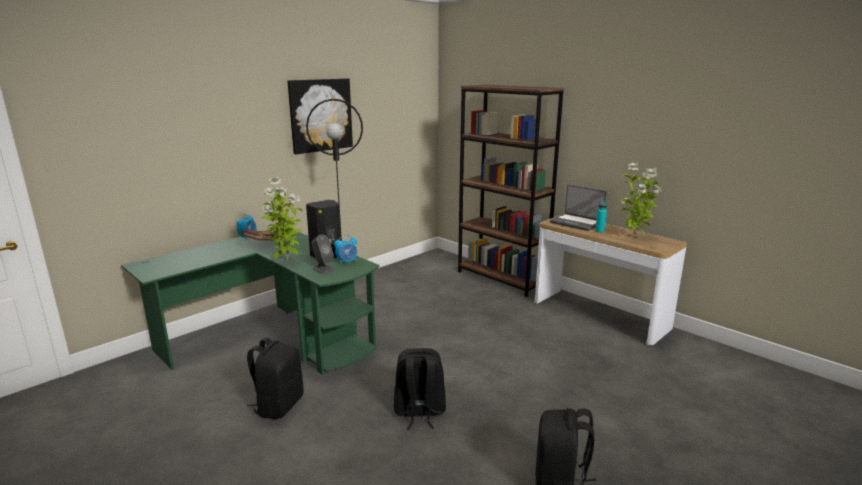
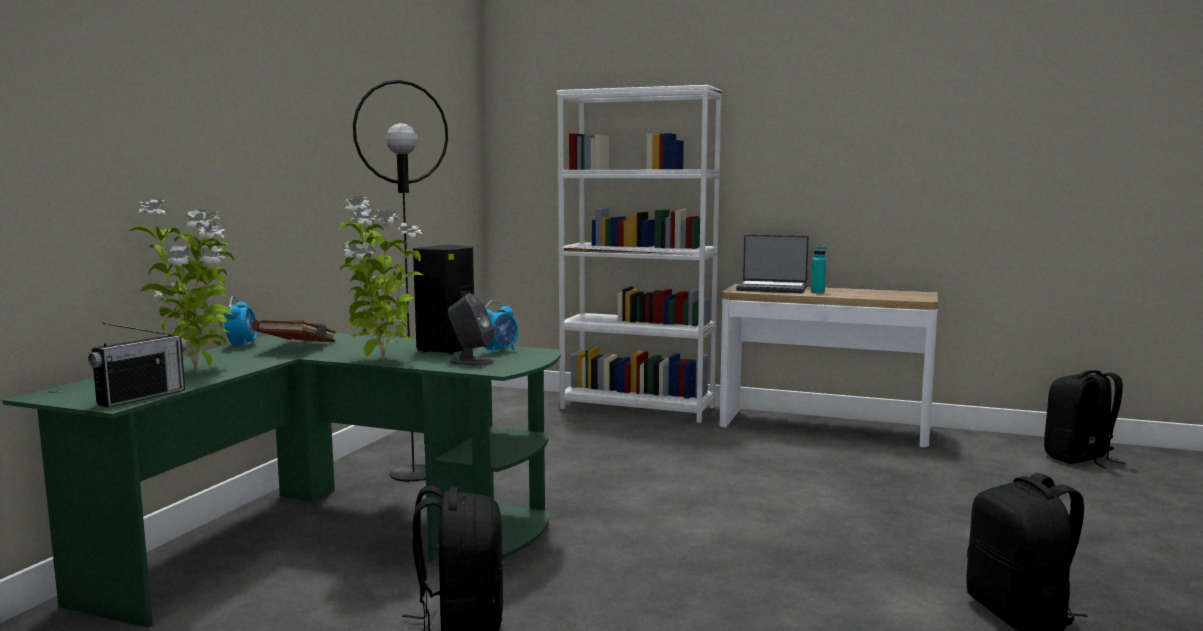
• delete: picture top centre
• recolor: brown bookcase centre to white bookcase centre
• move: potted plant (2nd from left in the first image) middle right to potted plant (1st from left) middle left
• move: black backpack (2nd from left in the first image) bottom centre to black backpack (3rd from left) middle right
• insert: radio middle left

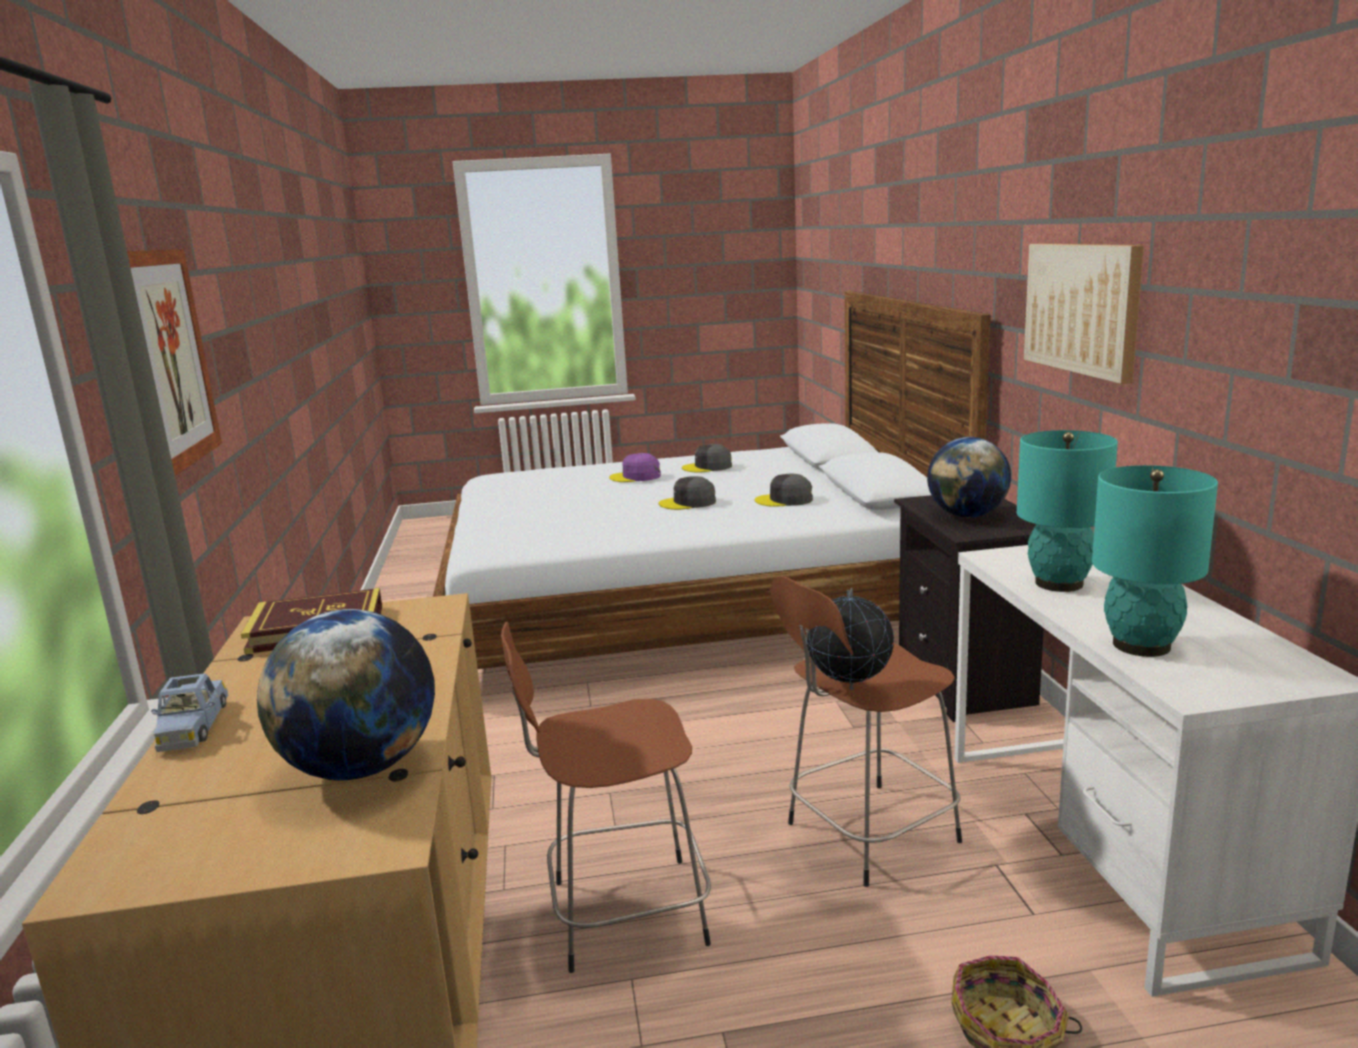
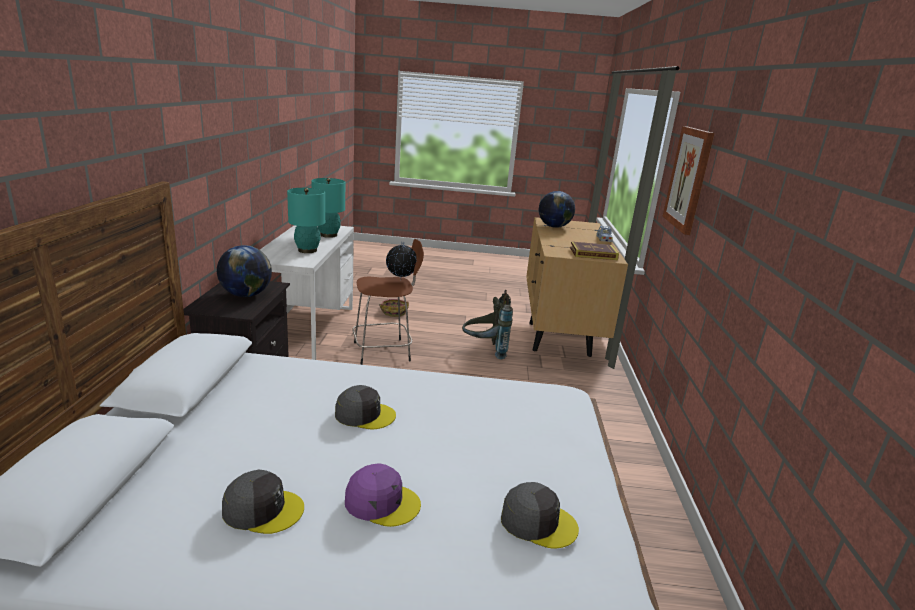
• delete: picture (2nd from left) top right
• move: grey cap (3rd from left) centre to bottom centre
• replace: brown stool (1st from left) bottom centre to grey backpack centre

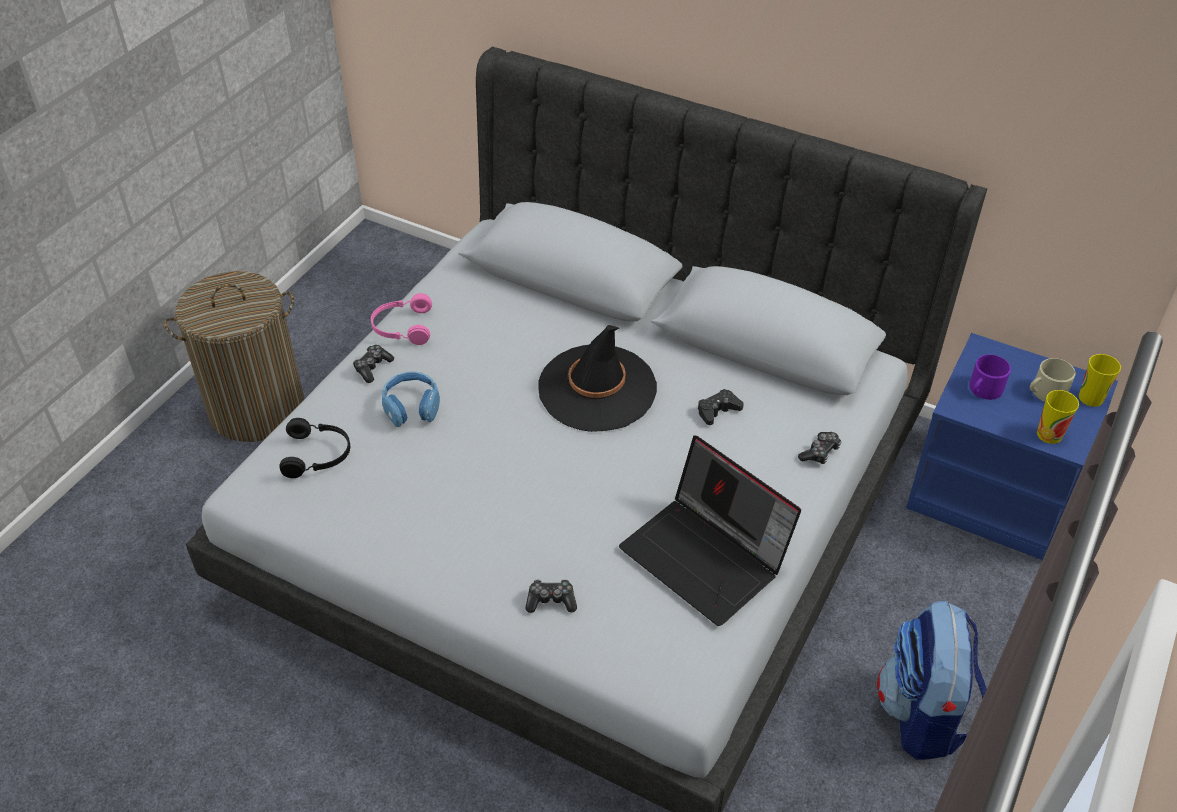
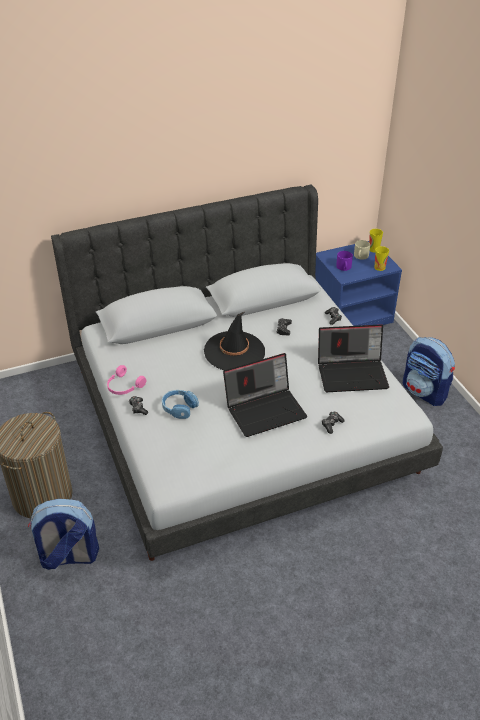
• delete: black headphones middle left
• insert: laptop (1st from left) centre
• insert: backpack (1st from left) bottom left

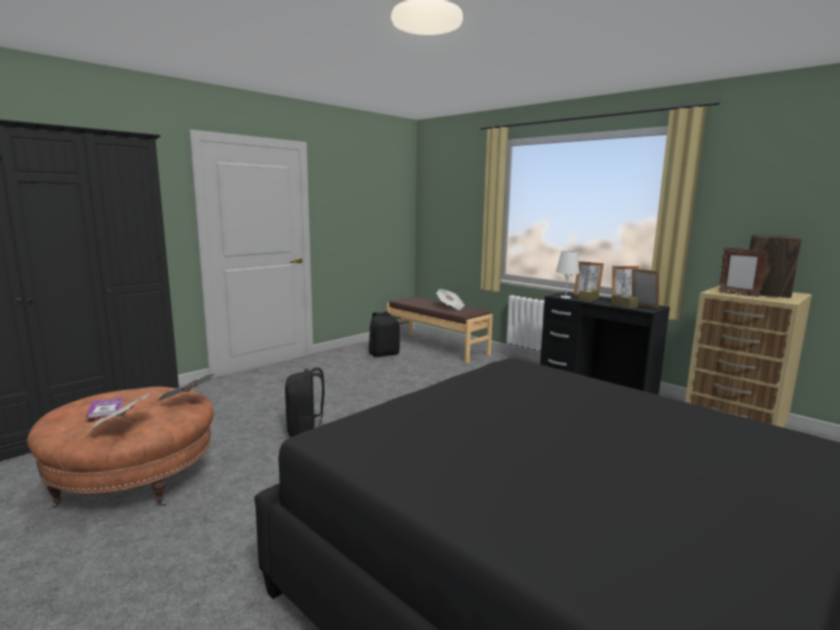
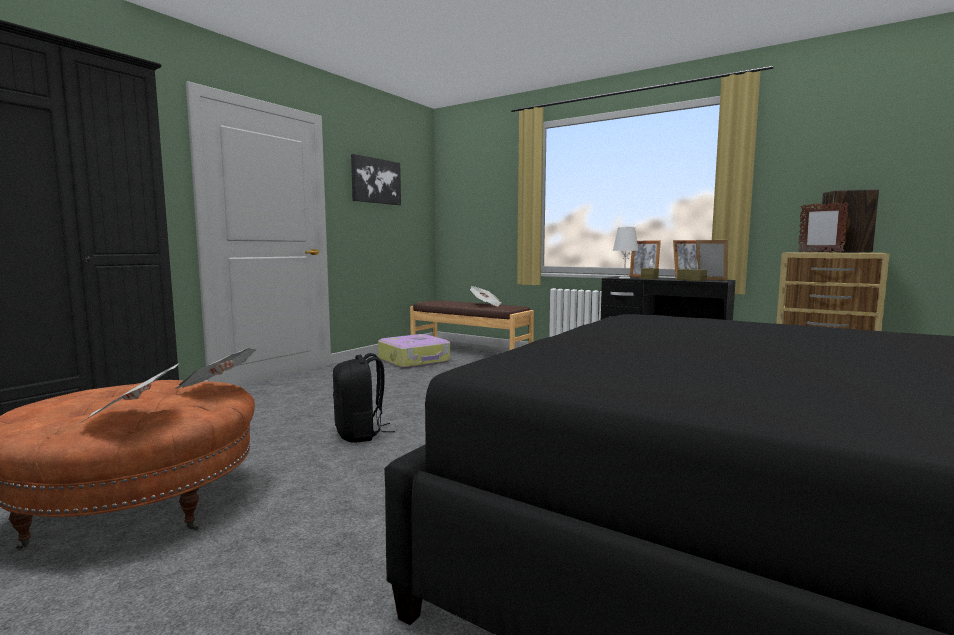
• replace: black backpack (2nd from left) centre to suitcase centre
• delete: book middle left
• insert: picture top centre

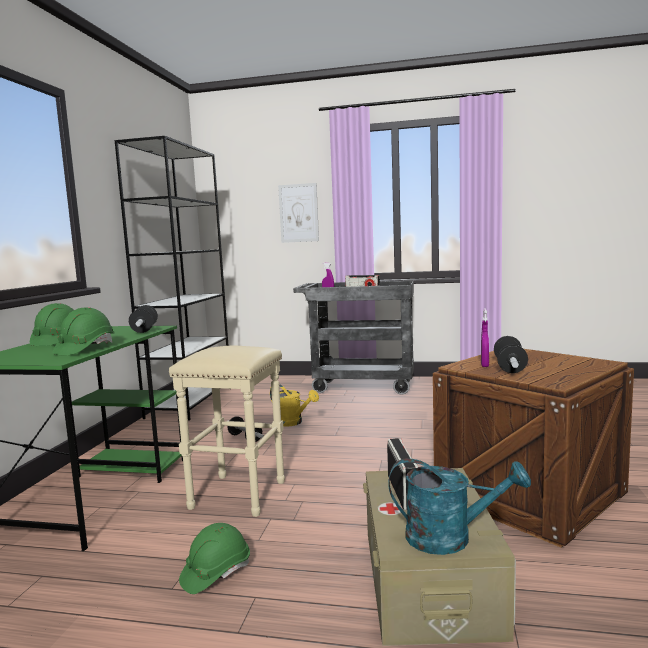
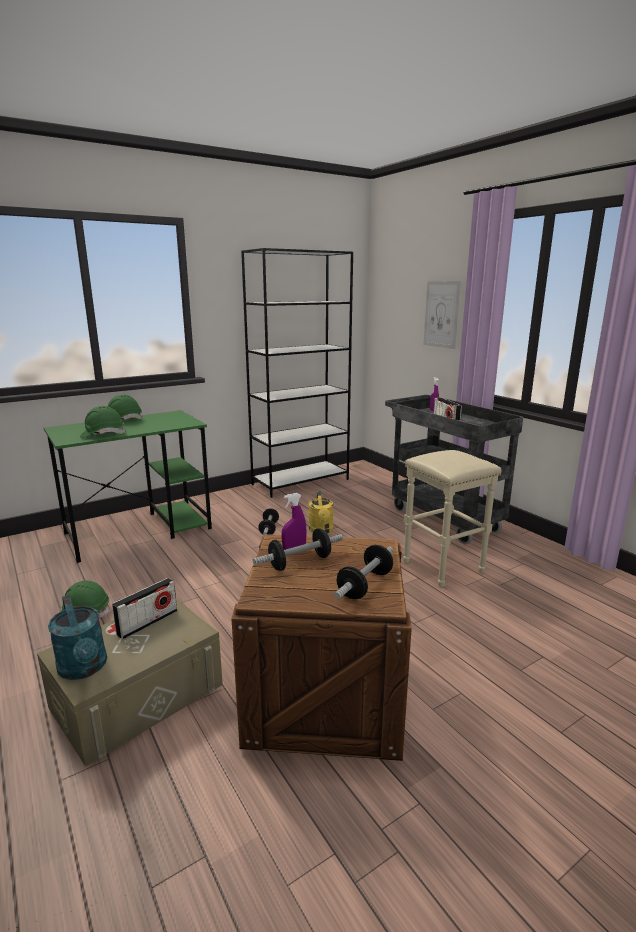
• move: dumbbell (1st from left in the first image) middle left to dumbbell (3rd from left) centre
• move: beige stool centre to middle right

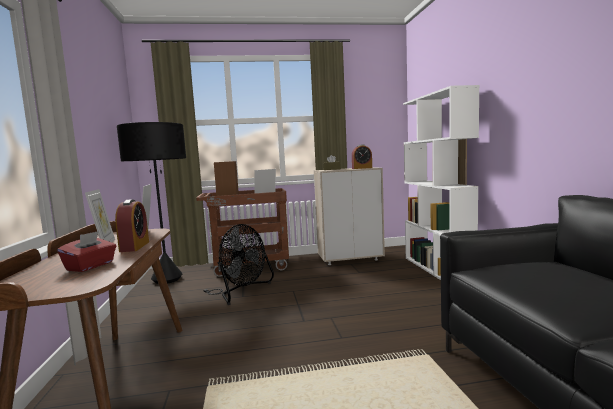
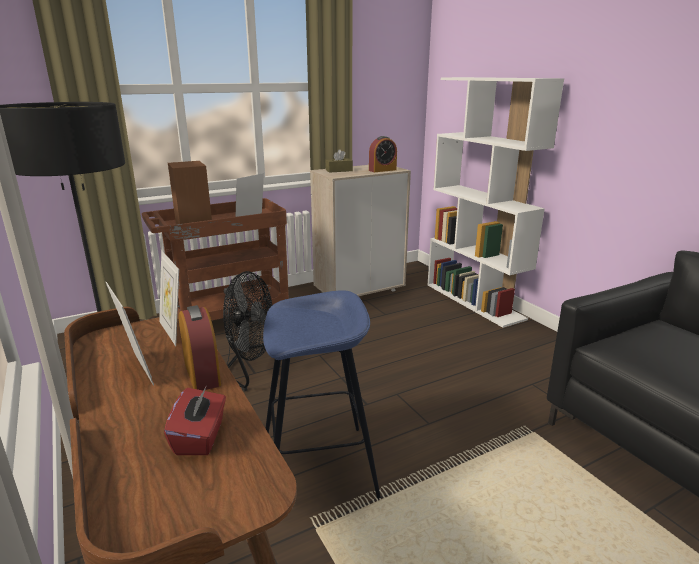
• insert: blue stool bottom centre

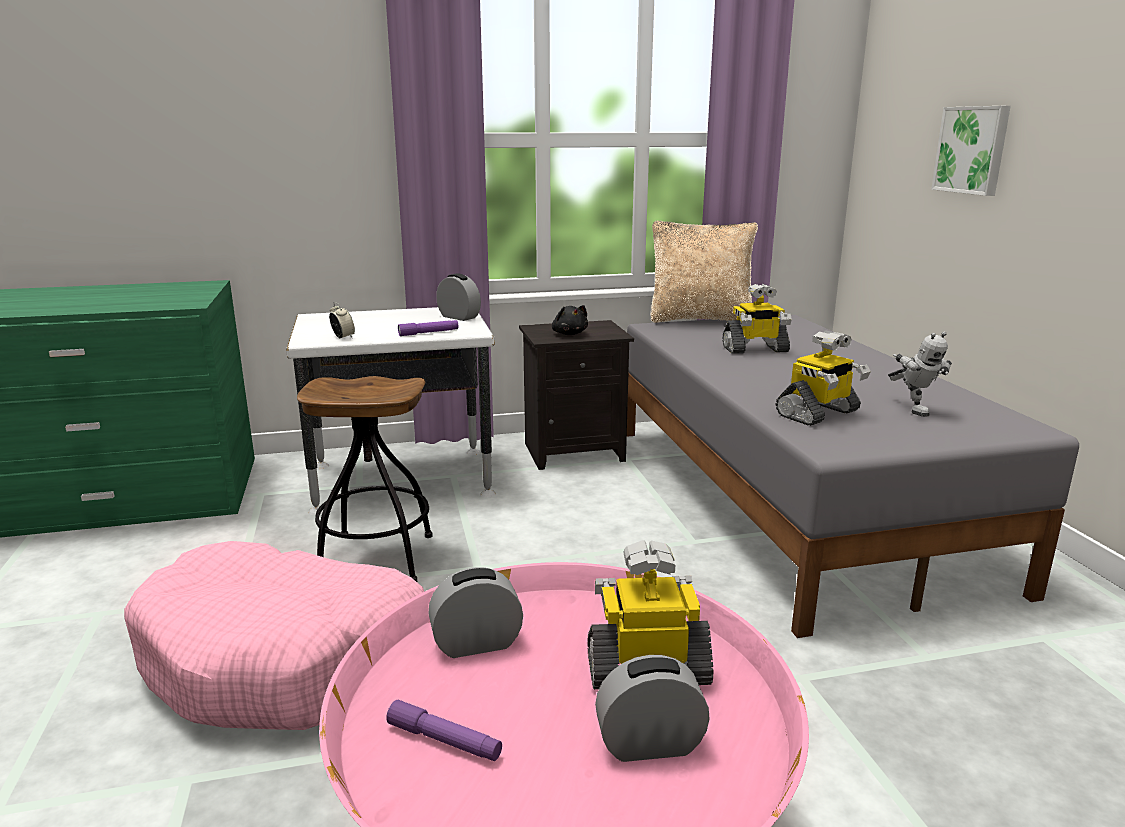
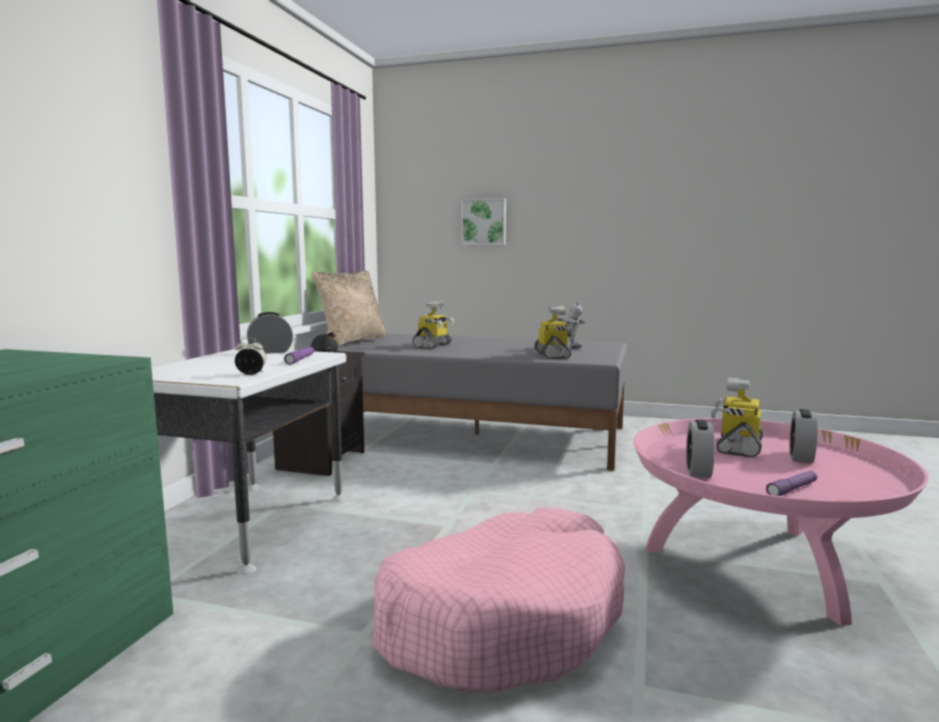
• delete: brown stool middle left

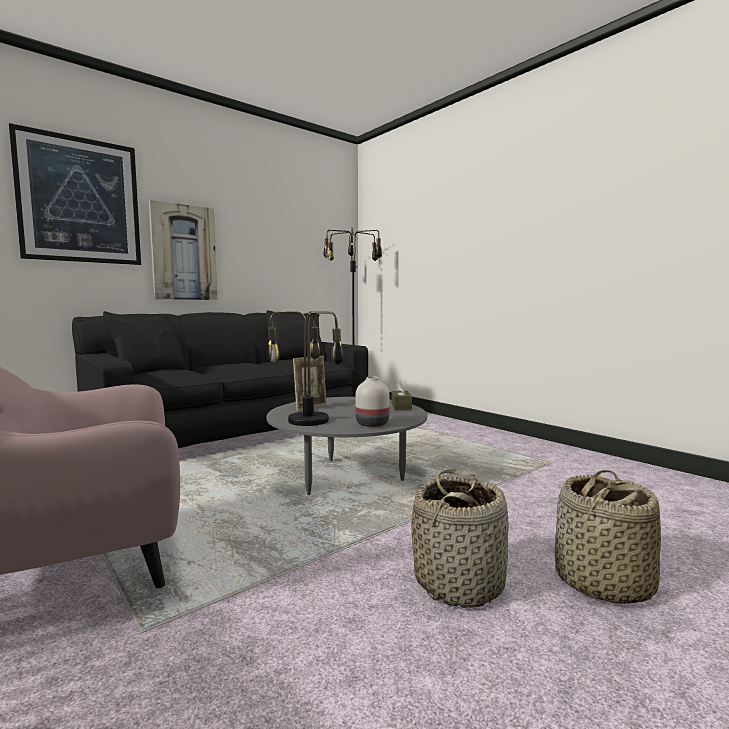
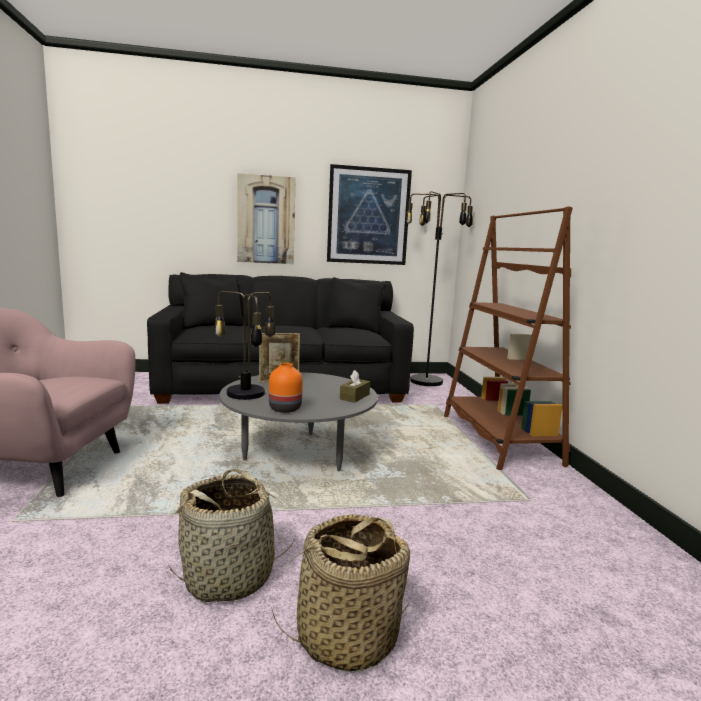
• move: picture (1st from left in the first image) top left to picture (2nd from left) top centre
• recolor: white vase centre to orange vase centre
• insert: brown bookcase middle right

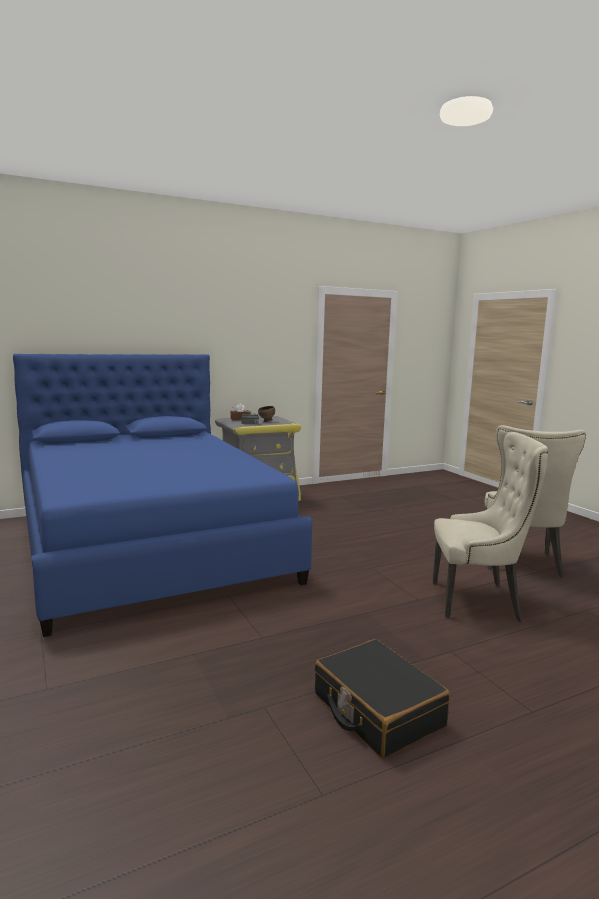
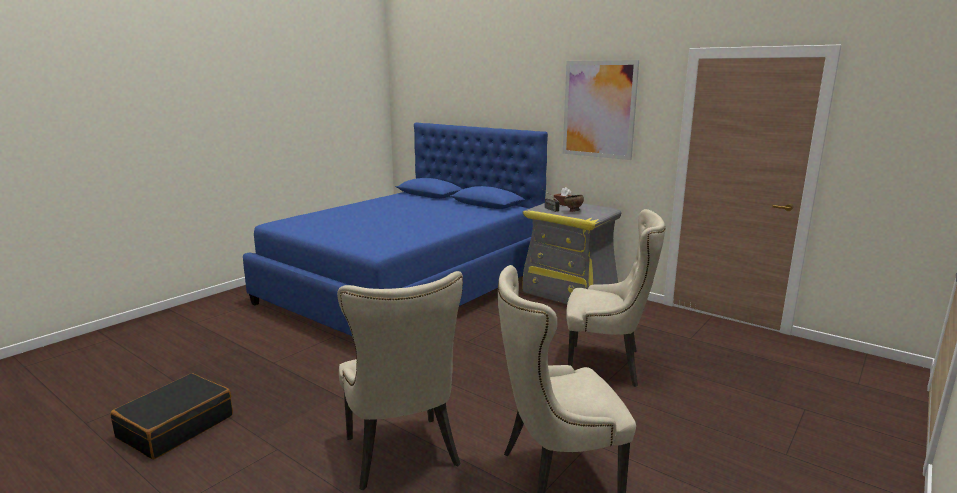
• insert: picture top centre
• insert: beige chair (3rd from left) centre

